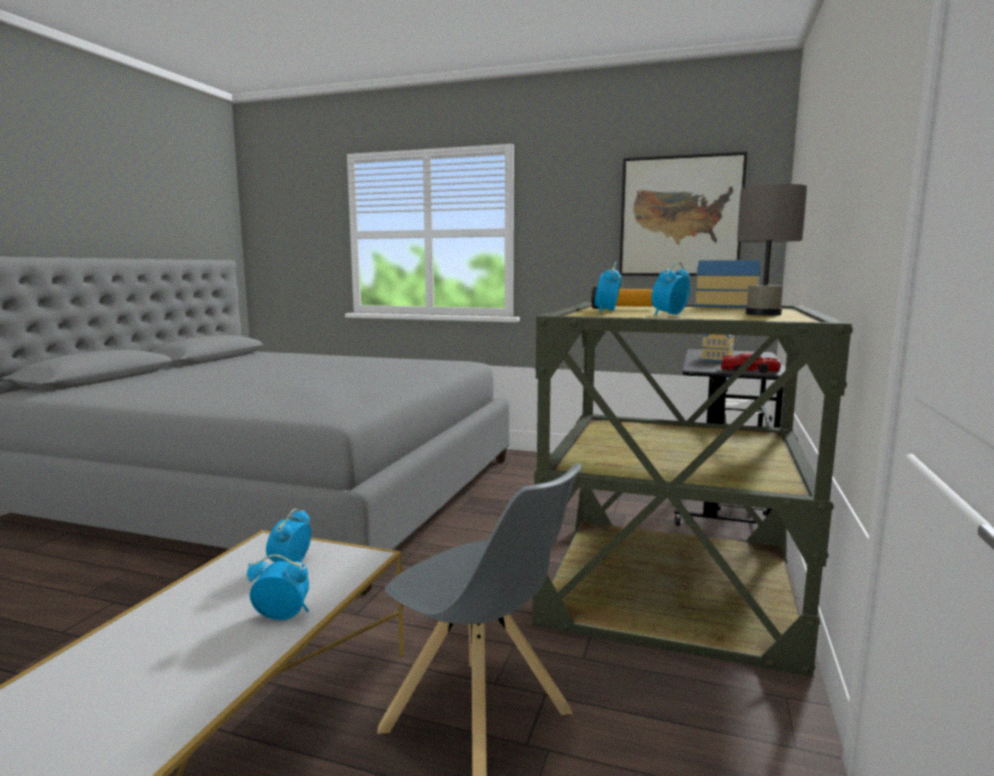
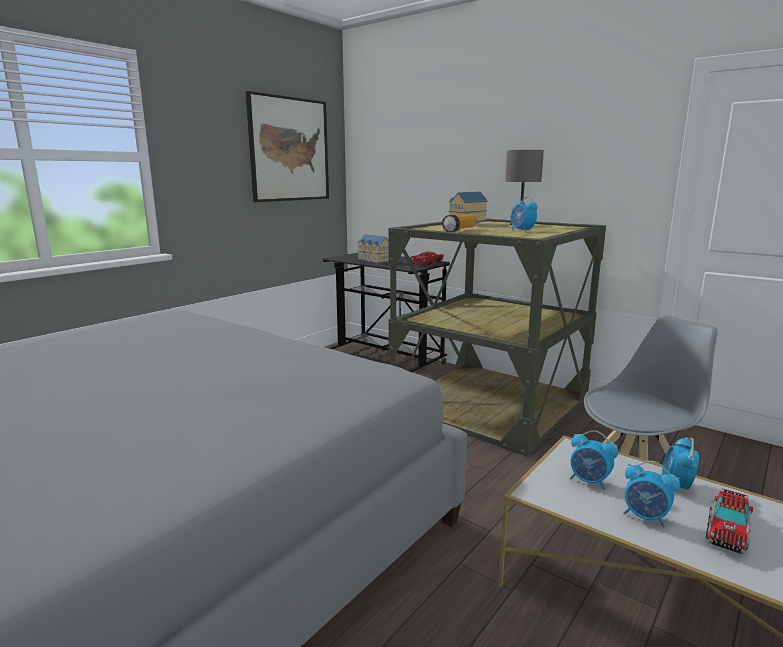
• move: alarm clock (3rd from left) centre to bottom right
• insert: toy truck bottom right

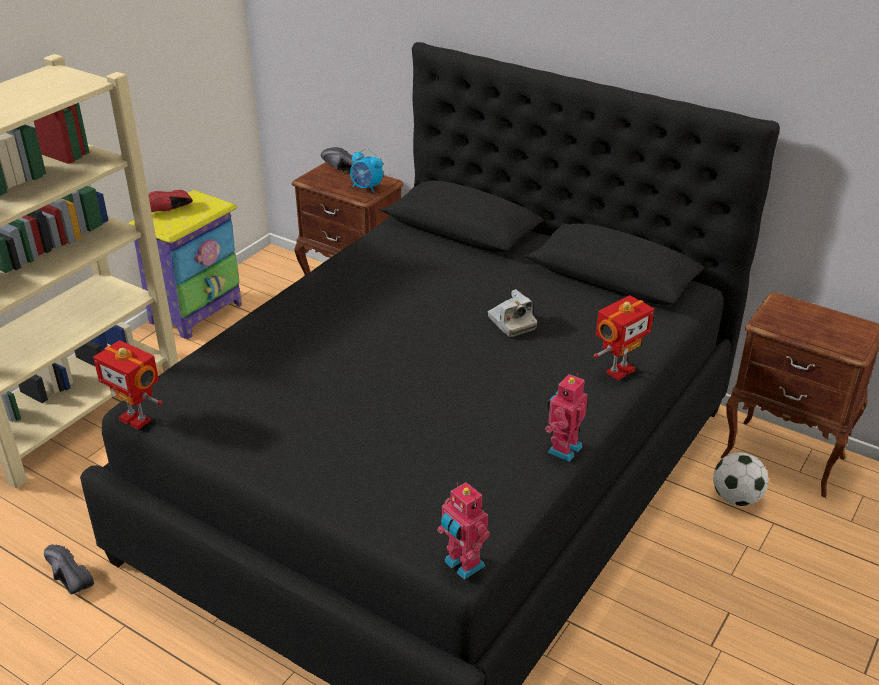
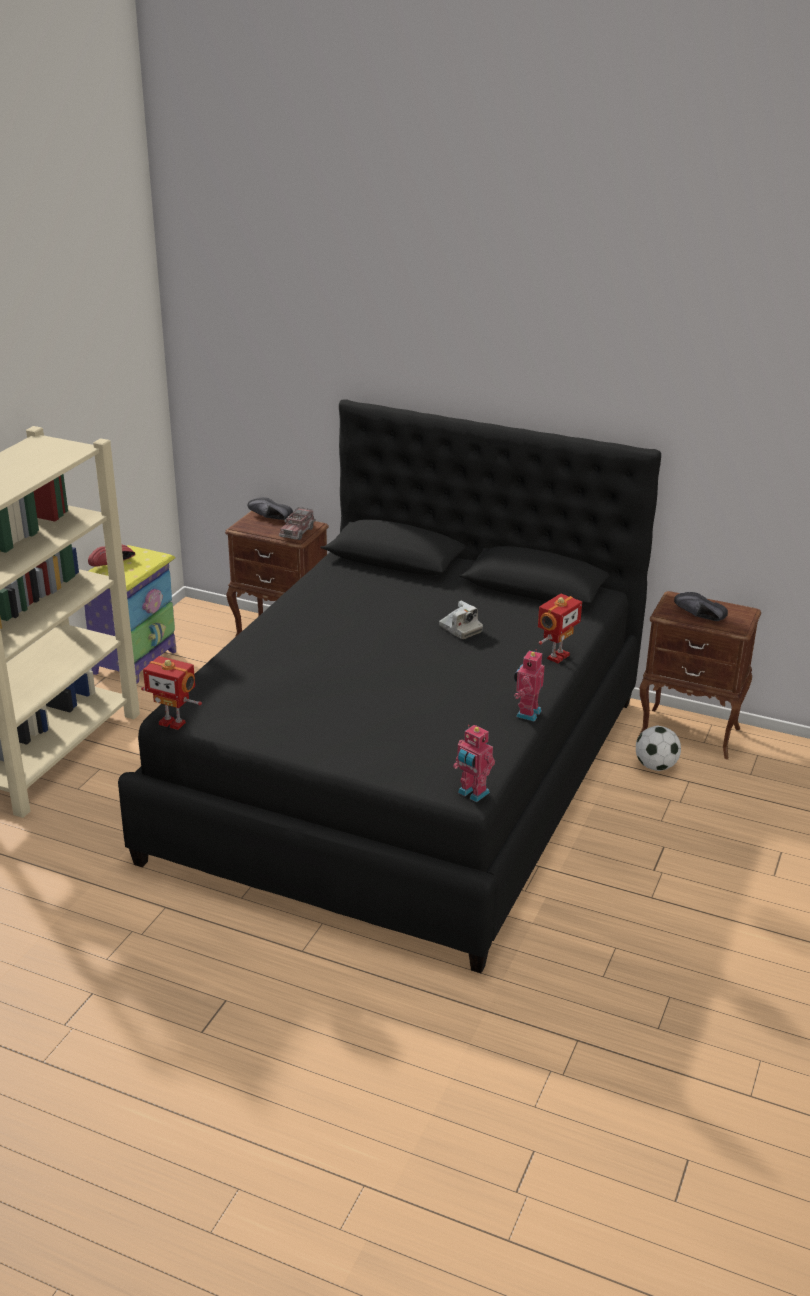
• replace: alarm clock top centre to toy truck centre
• move: black shoe (1st from left in the first image) bottom left to black shoe (2nd from left) middle right

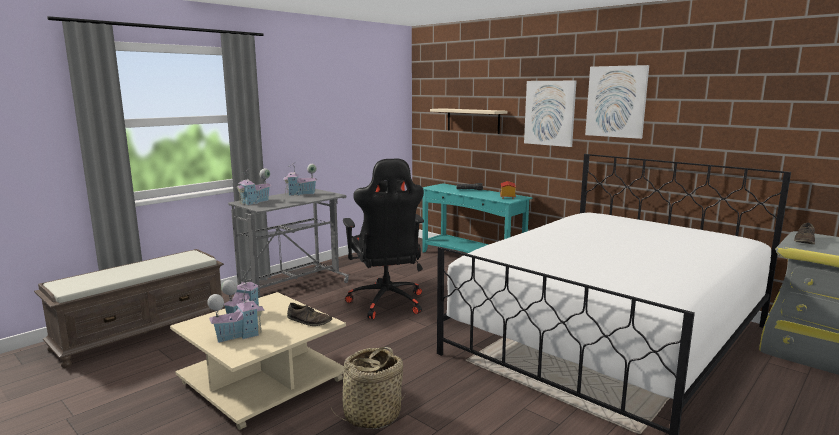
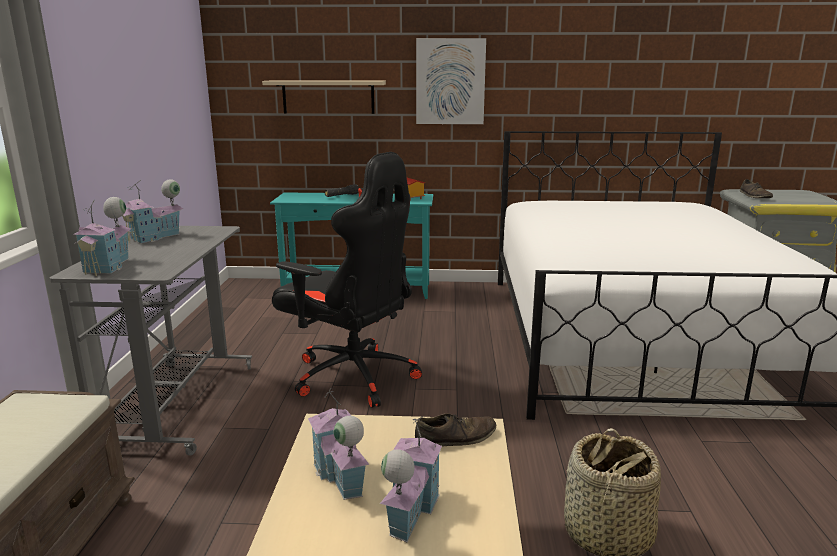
• delete: picture (2nd from left) top right

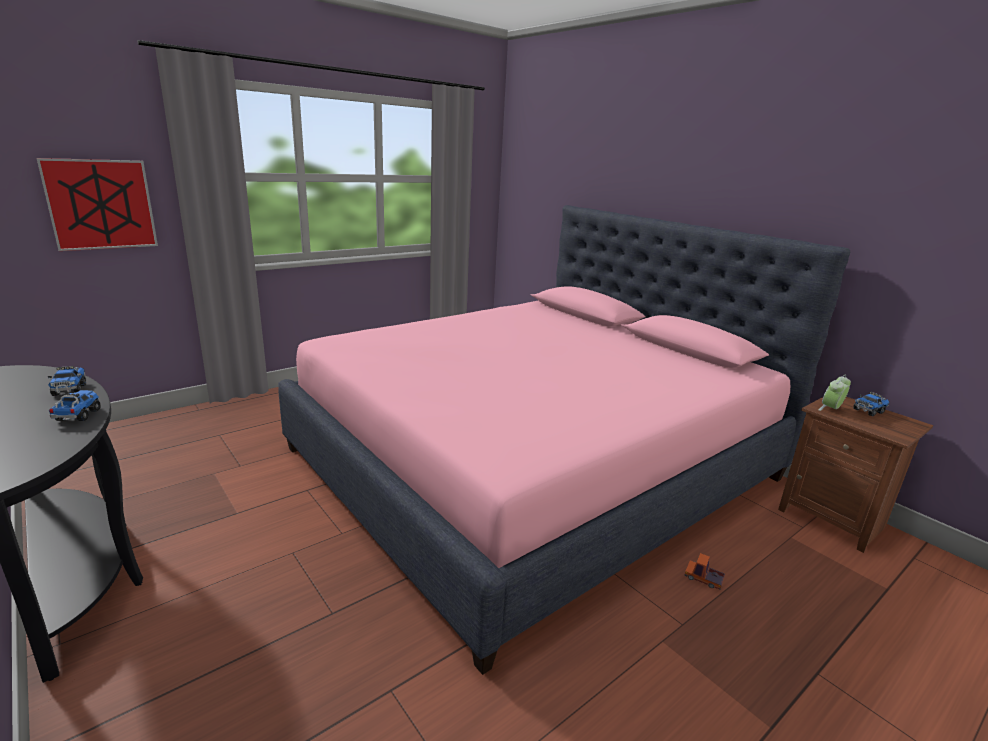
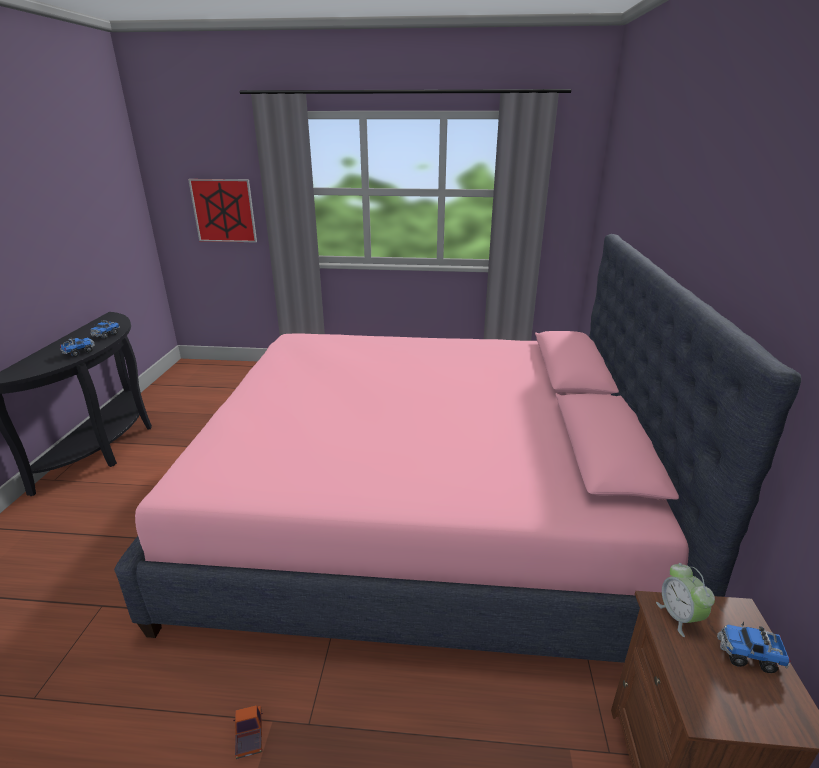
• rotate: alarm clock middle right = bottom right 105 degrees counterclockwise
• move: toy truck (3rd from left) bottom right to bottom left

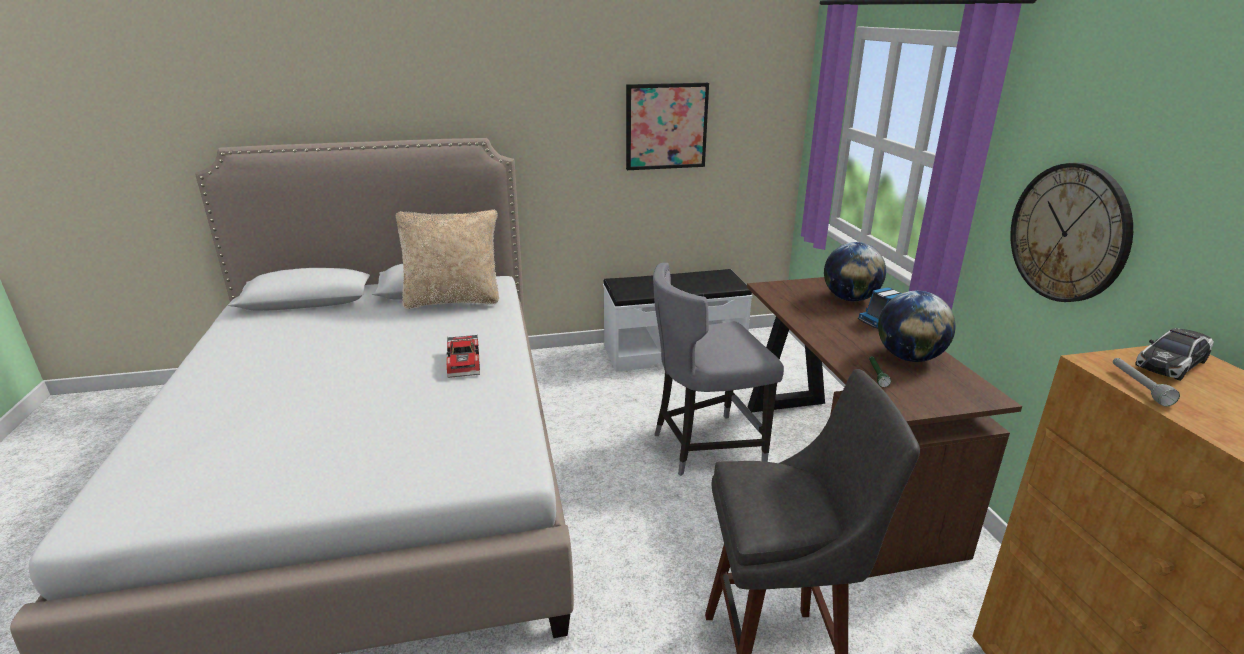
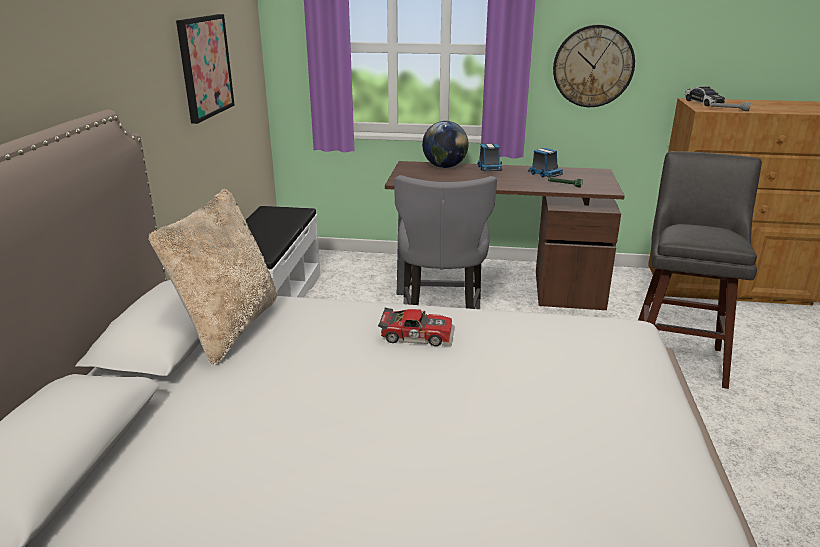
• replace: globe (2nd from left) middle right to toy truck (2nd from left) top centre

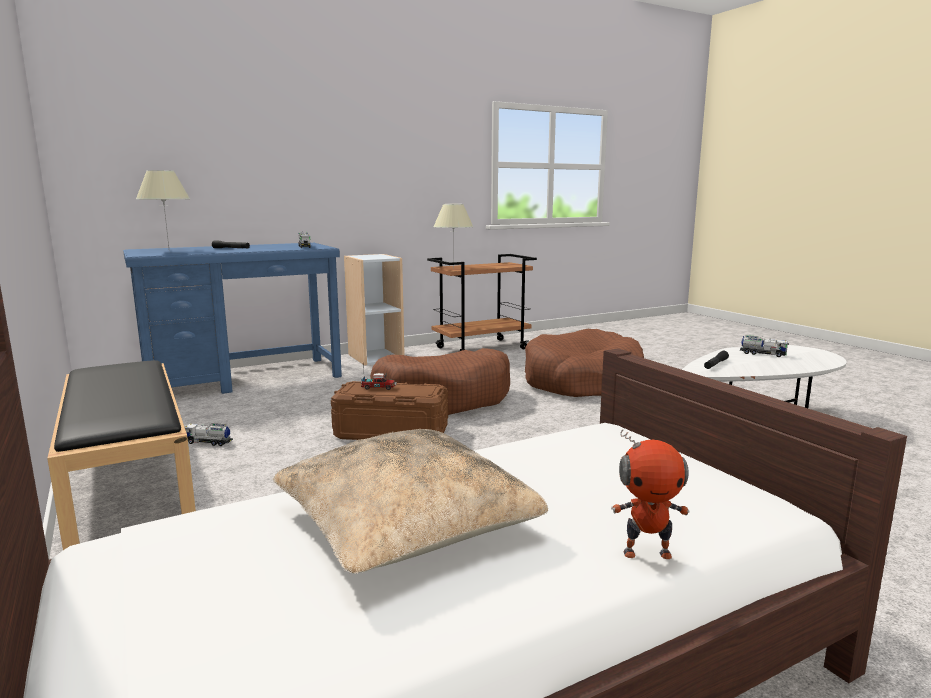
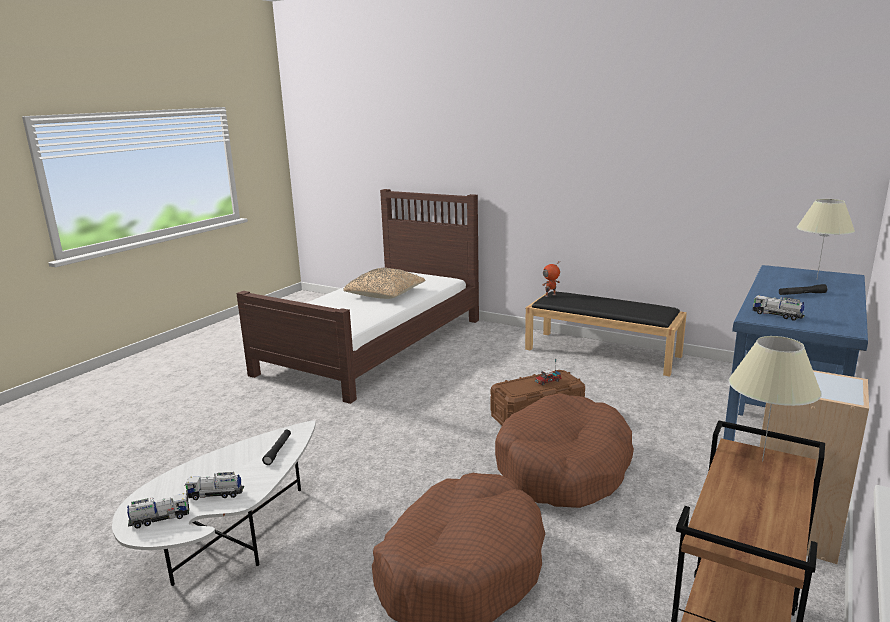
• move: toy truck (1st from left) middle left to bottom left
• move: toy robot bottom right to centre

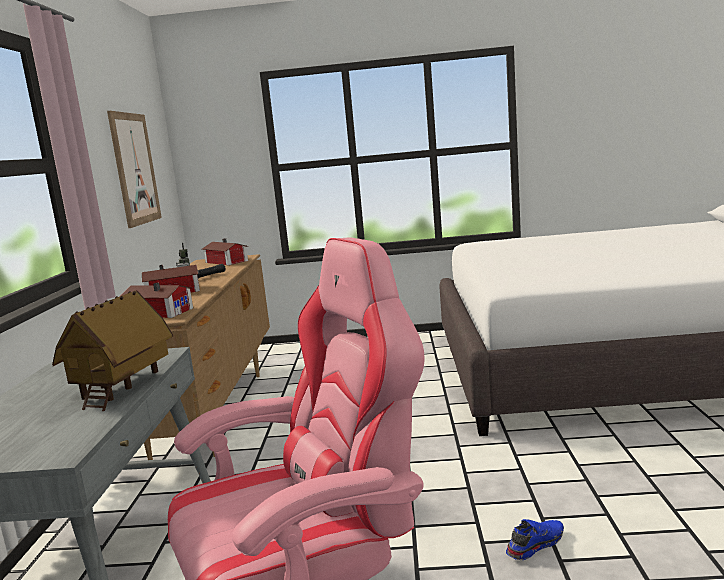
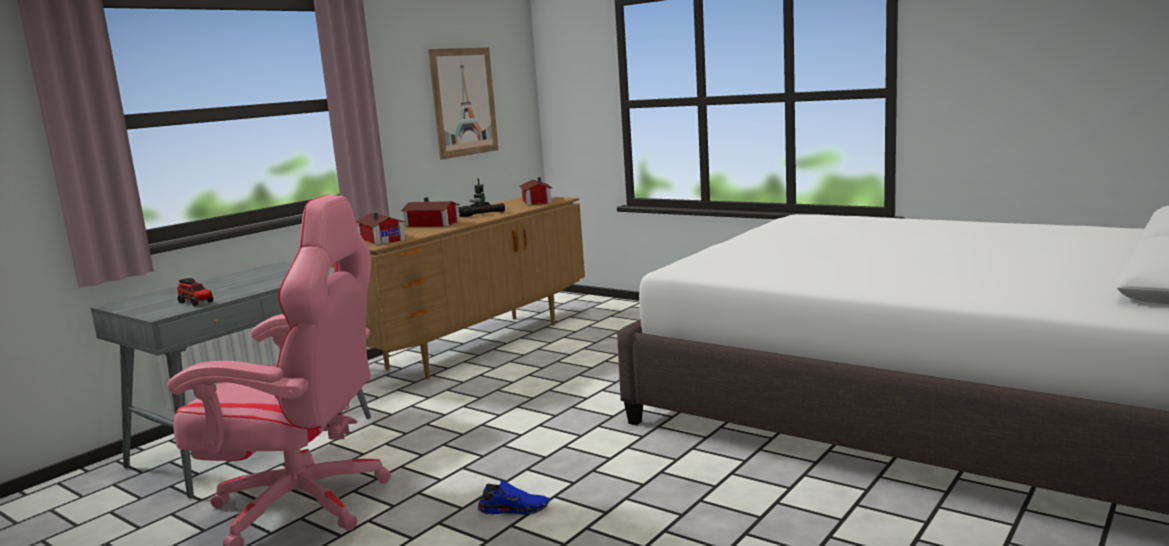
• delete: toy house (1st from left) middle left
• insert: toy truck middle left

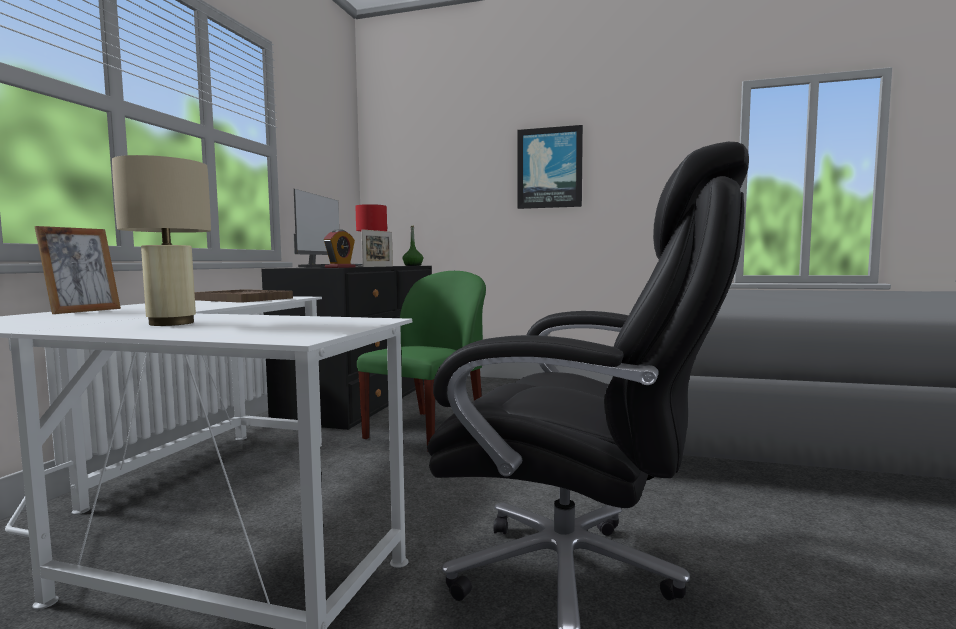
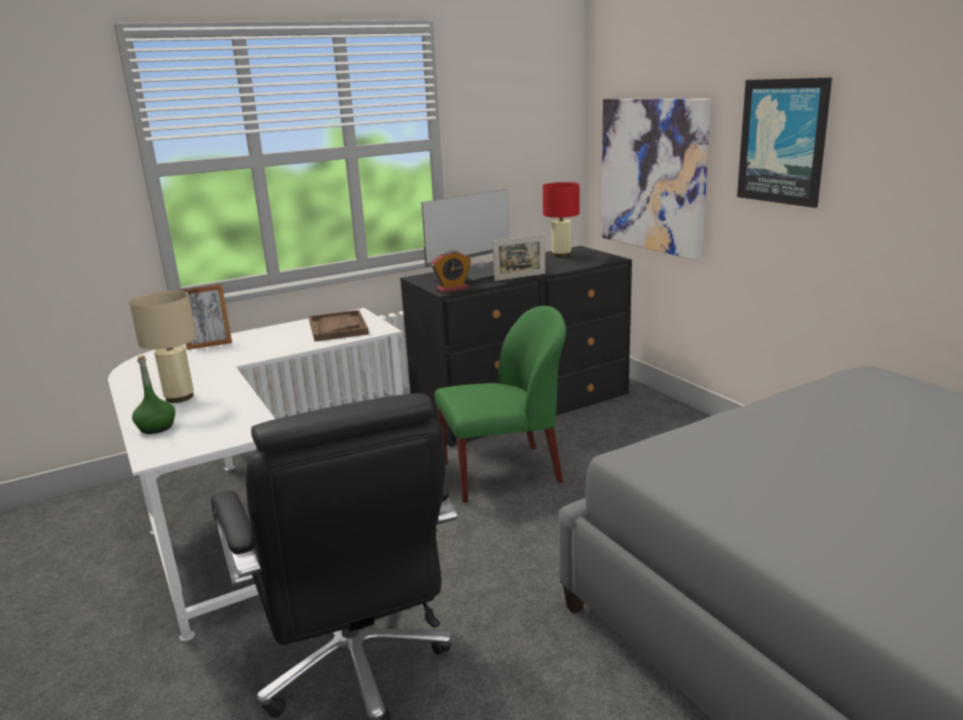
• move: green bottle centre to middle left
• insert: picture (1st from left) top right

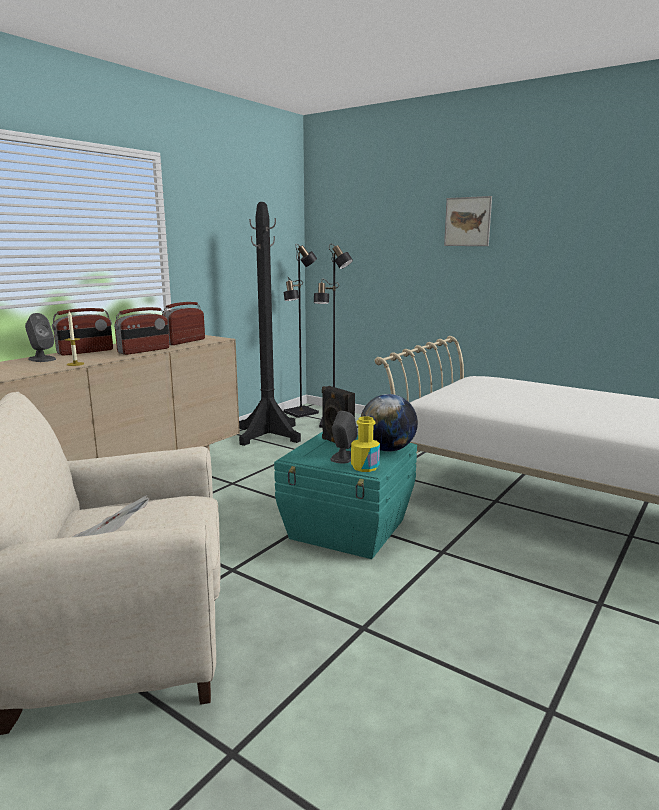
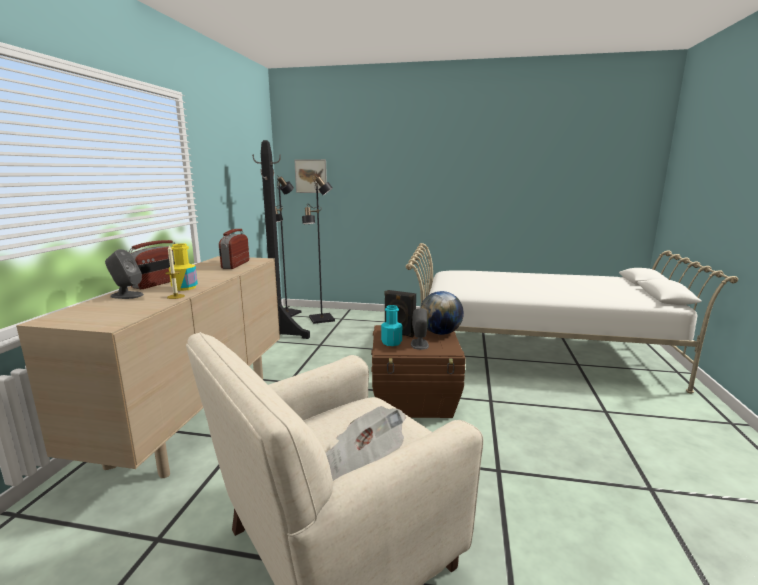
• move: picture top right to top centre
• delete: radio (2nd from left) middle left
• move: yellow bottle centre to middle left
• recolor: turquoise storage box centre to brown storage box centre
• insert: turquoise bottle centre

